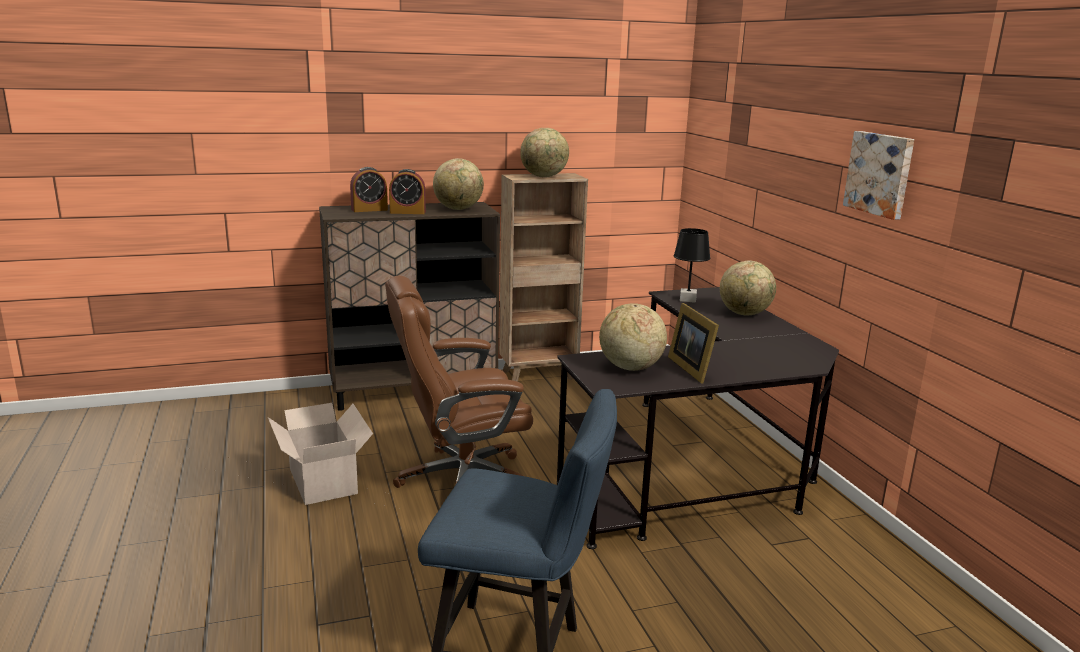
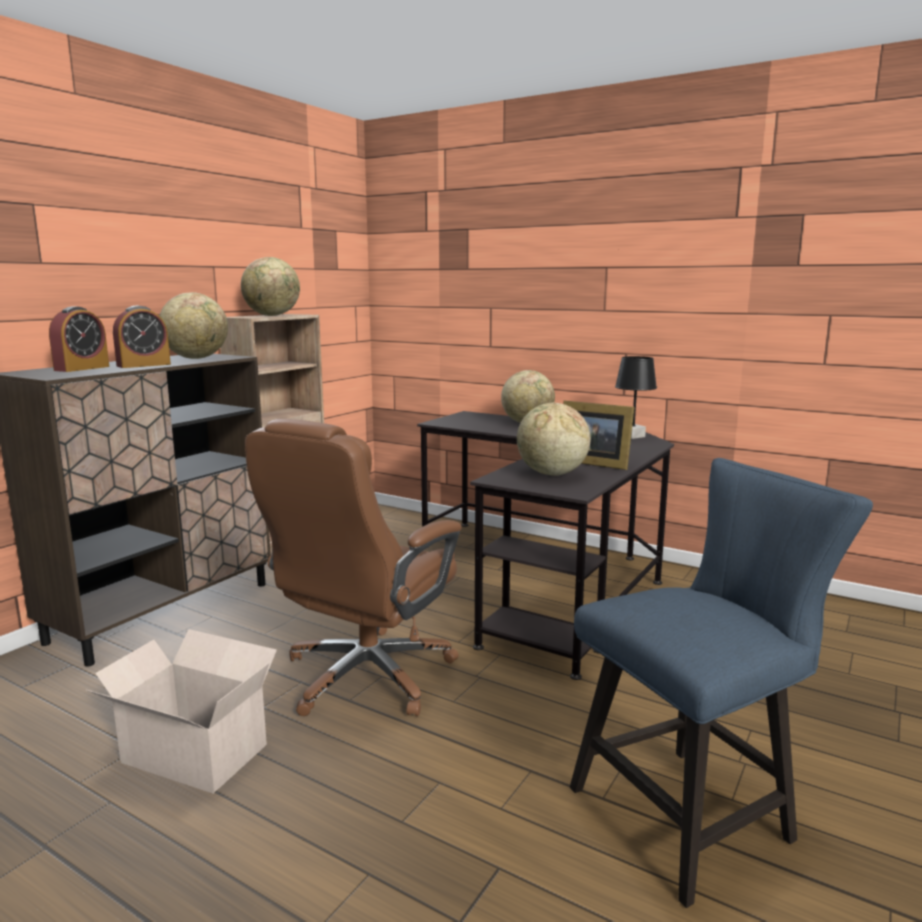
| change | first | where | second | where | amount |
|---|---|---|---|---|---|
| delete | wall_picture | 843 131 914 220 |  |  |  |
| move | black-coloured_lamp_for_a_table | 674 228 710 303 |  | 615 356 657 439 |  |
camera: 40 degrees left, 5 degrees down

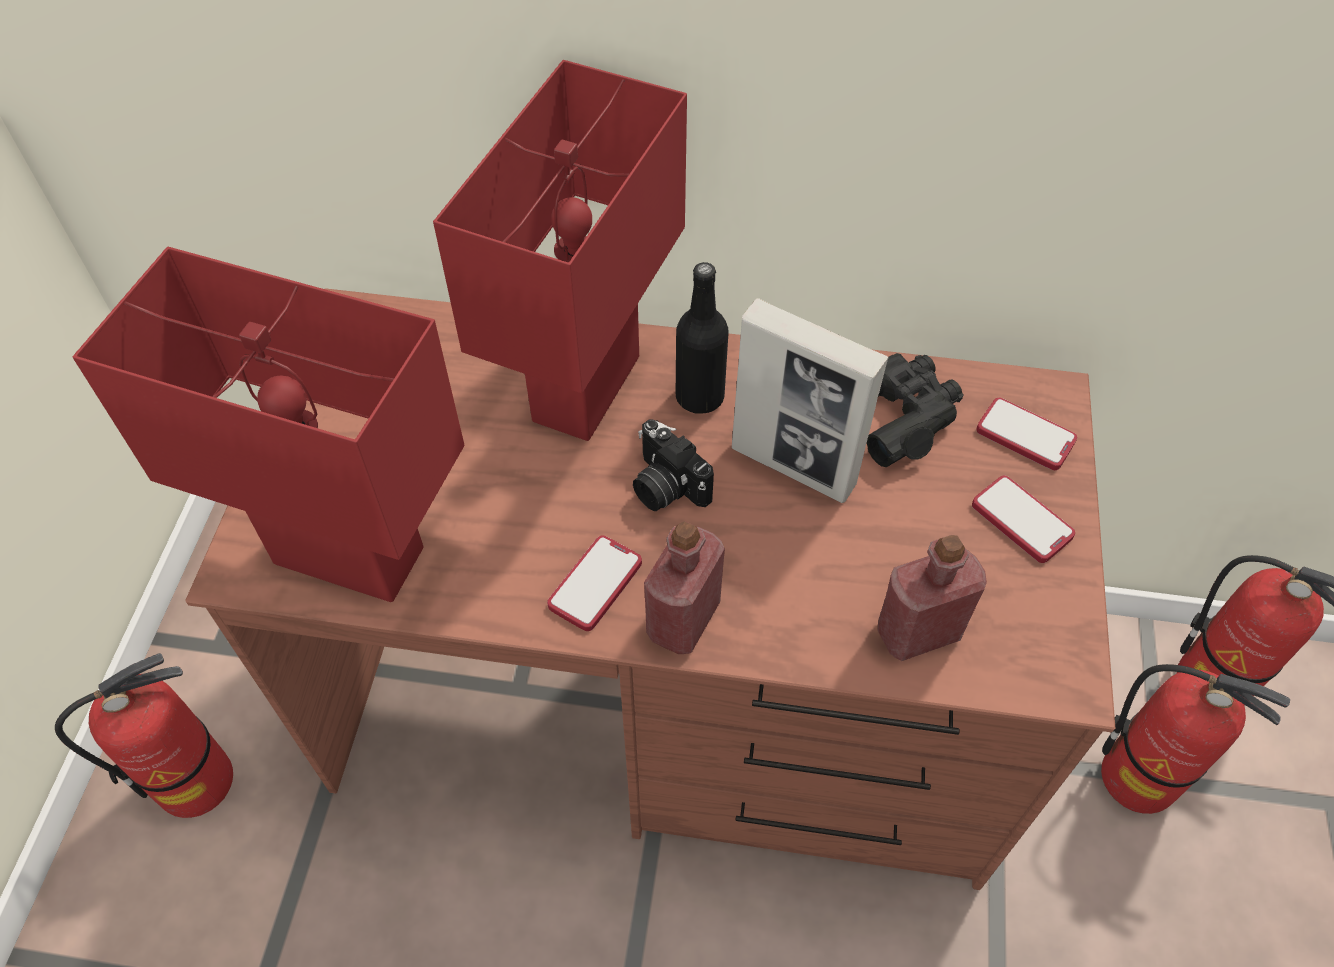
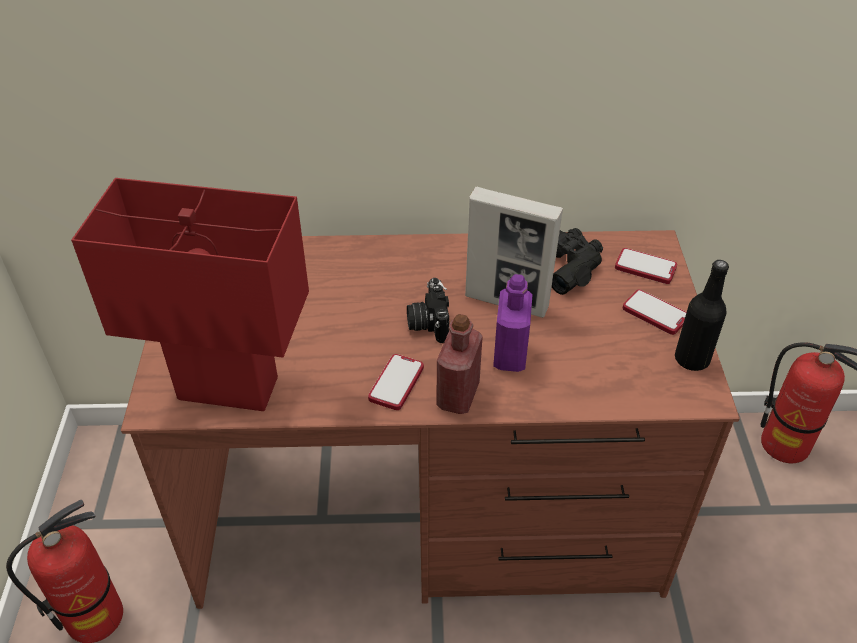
| change | first | where | second | where | amount |
|---|---|---|---|---|---|
| delete | reddish_lamp_for_a_table | 433 60 687 441 |  |  |  |
| delete | reddish_drink_bottle | 877 535 987 661 |  |  |  |
| delete | fire_extinguisher | 1101 664 1290 814 |  |  |  |
| insert |  |  | purple_drink_bottle | 493 274 533 372 |  |
| move | black-coloured_drink_bottle | 676 262 729 414 |  | 675 260 729 371 |  |
| rotate | still_camera | 633 419 714 511 |  | 407 278 449 343 | 45 degrees clockwise |
camera: 10 degrees left, 10 degrees down

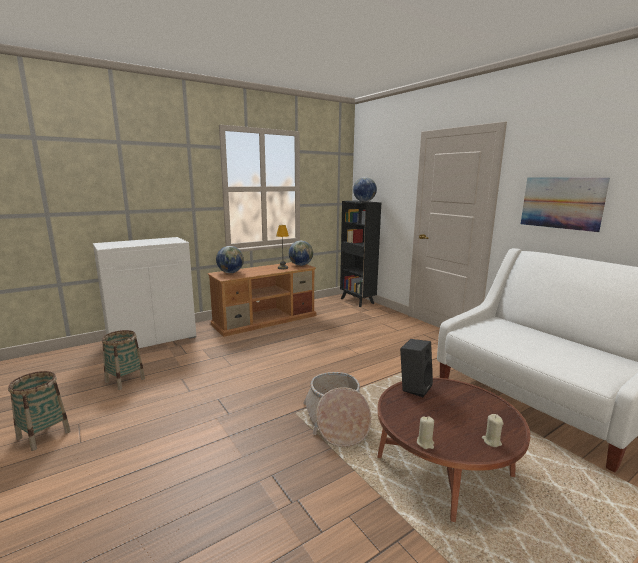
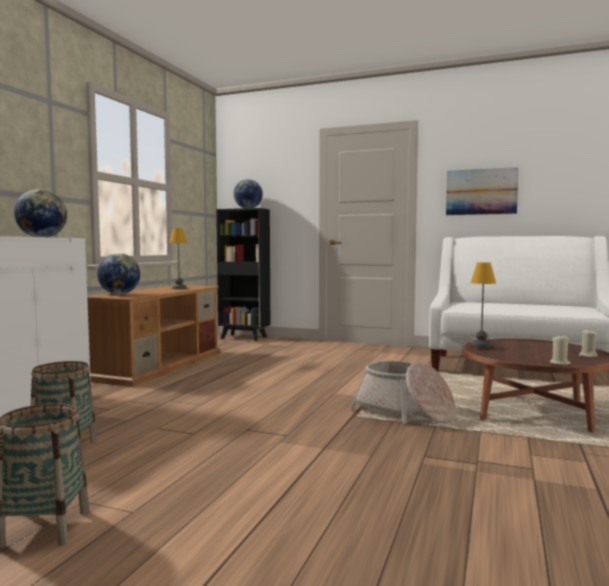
| change | first | where | second | where | amount |
|---|---|---|---|---|---|
| move | globe | 289 241 313 266 |  | 14 189 67 237 |  |
| replace | black-coloured_audio_speaker | 400 339 433 397 | lamp_for_a_table | 471 262 496 348 |  |
camera: 35 degrees left, 10 degrees down

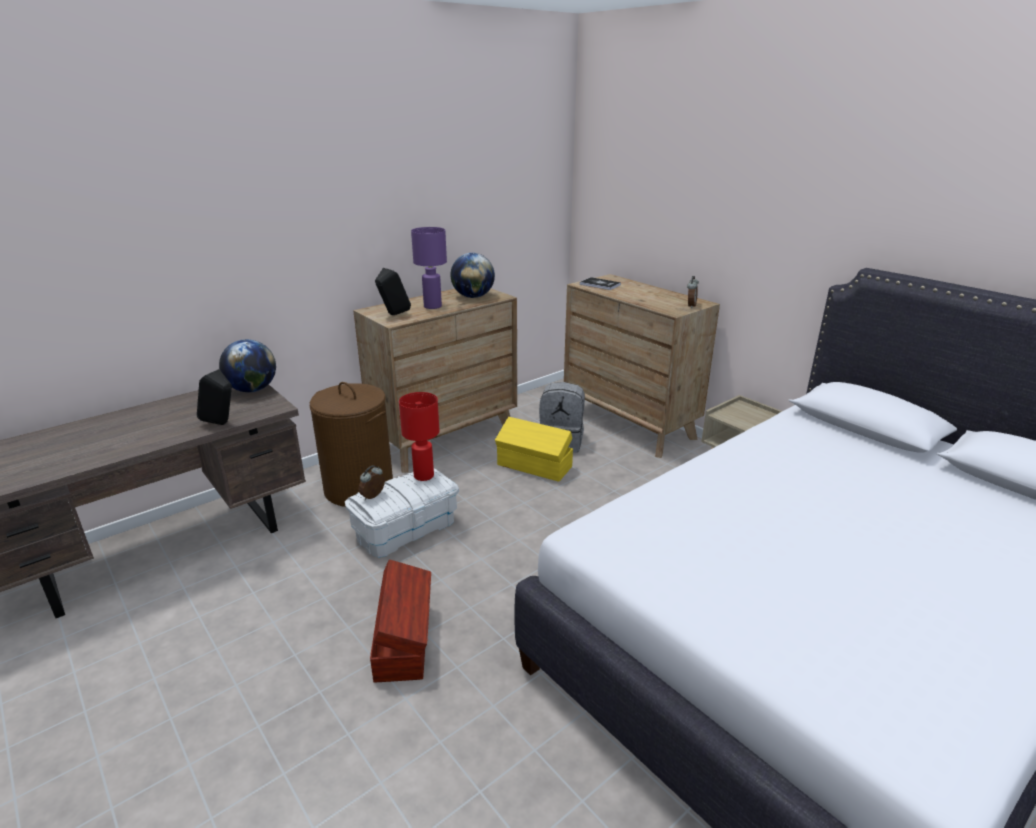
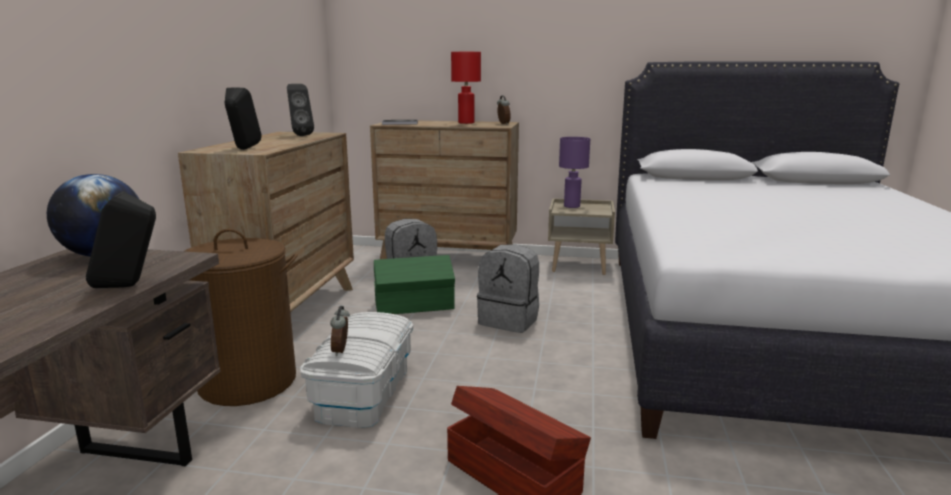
| change | first | where | second | where | amount |
|---|---|---|---|---|---|
| insert |  |  | greyish_knapsack | 477 244 539 333 |  |
| move | reddish_lamp_for_a_table | 399 392 439 481 |  | 451 52 481 124 |  |
| move | purple_lamp_for_a_table | 411 227 447 309 |  | 559 137 590 208 |  |
| replace | globe | 451 253 495 298 | black-coloured_audio_speaker | 287 84 314 136 |  |
| recolor | yellow-coloured_storage_bin | 495 417 573 482 | green-coloured_storage_bin | 374 255 455 314 |  |
camera: 40 degrees left, 10 degrees down

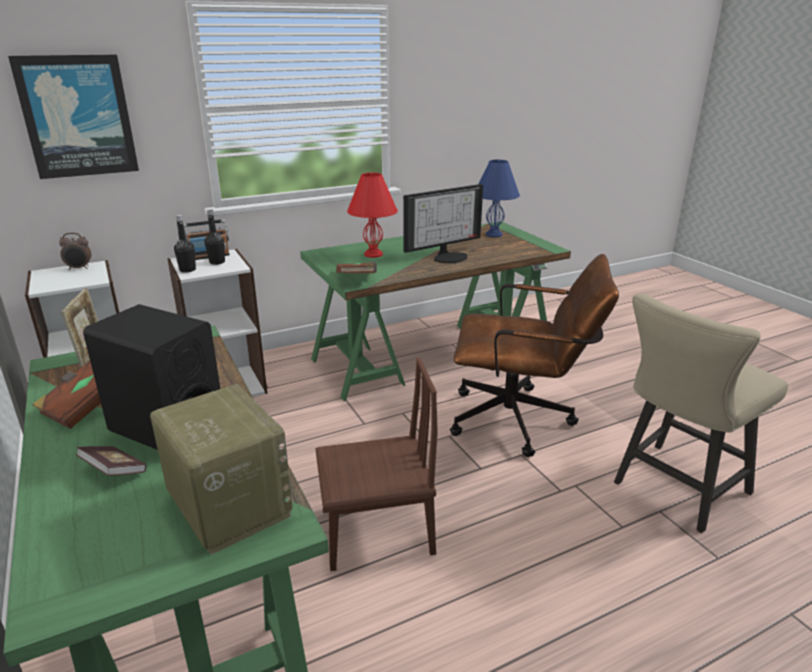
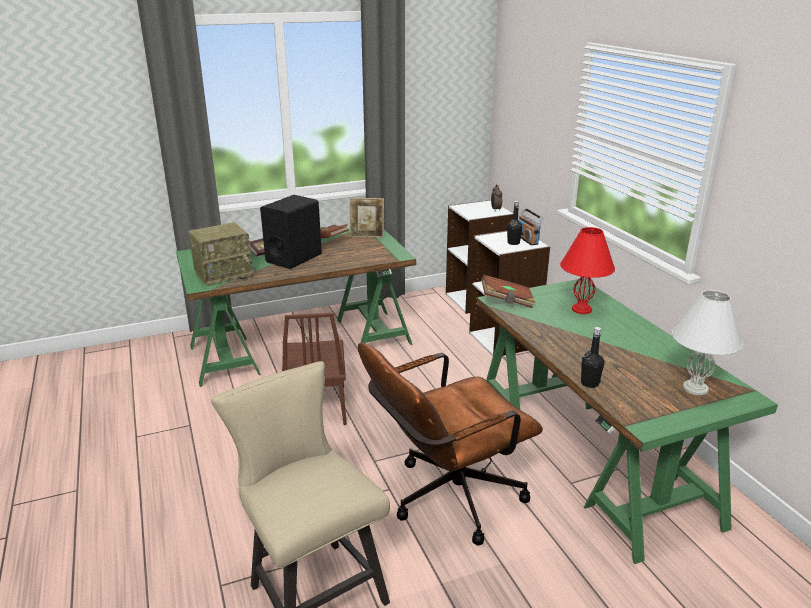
| change | first | where | second | where | amount |
|---|---|---|---|---|---|
| delete | wall_picture | 8 55 139 179 |  |  |  |
| delete | computer_screen | 403 184 483 263 |  |  |  |
| move | black-coloured_drink_bottle | 174 215 196 272 |  | 581 327 604 388 |  |
| recolor | bluish_lamp_for_a_table | 479 160 520 237 | whitish_lamp_for_a_table | 672 290 743 395 |  |
| rotate | brownish_computer_chair | 450 254 619 457 |  | 358 343 543 545 | 45 degrees clockwise |
camera: 95 degrees right, 0 degrees up

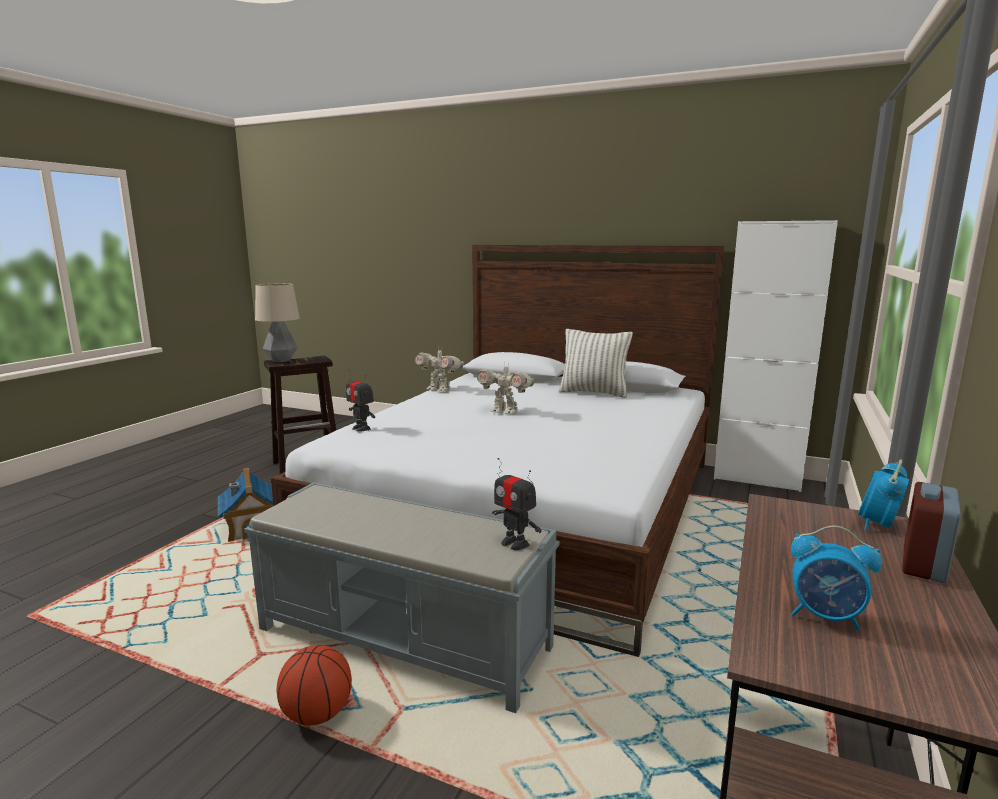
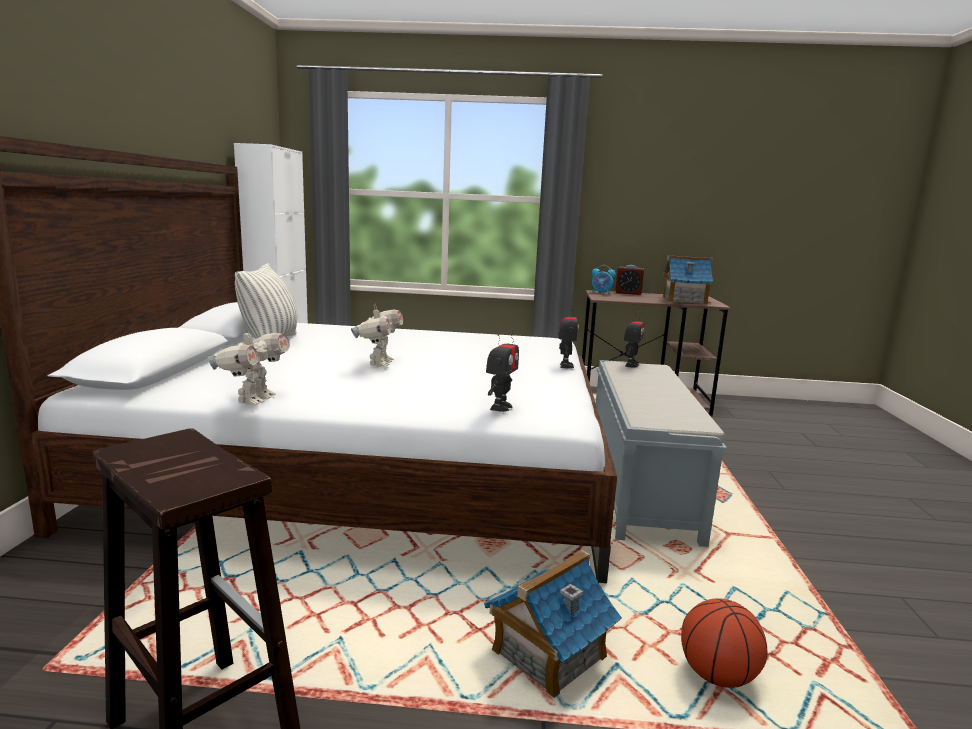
| change | first | where | second | where | amount |
|---|---|---|---|---|---|
| delete | lamp_for_a_table | 255 283 300 362 |  |  |  |
| insert |  |  | toy_robot | 559 306 579 369 |  |
| move | basketball | 277 645 352 726 |  | 681 598 767 688 |  |
| replace | table_clock | 791 526 882 631 | toy_house | 663 255 713 305 |  |
camera: 110 degrees left, 0 degrees up

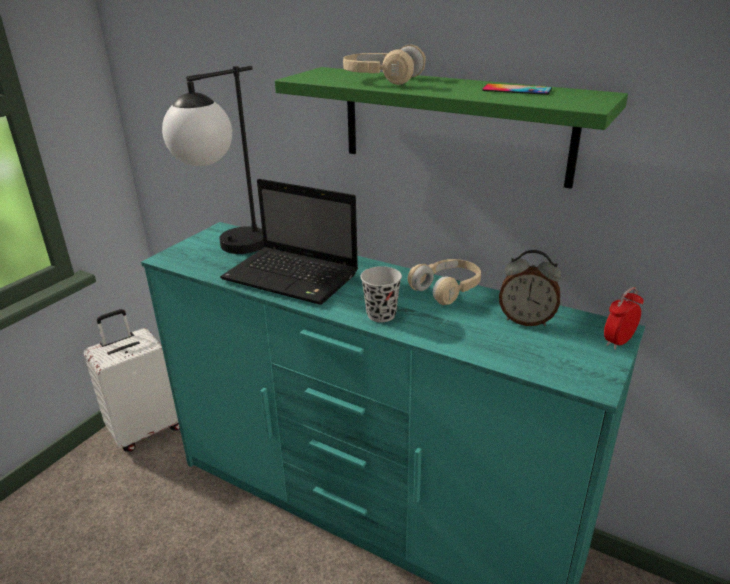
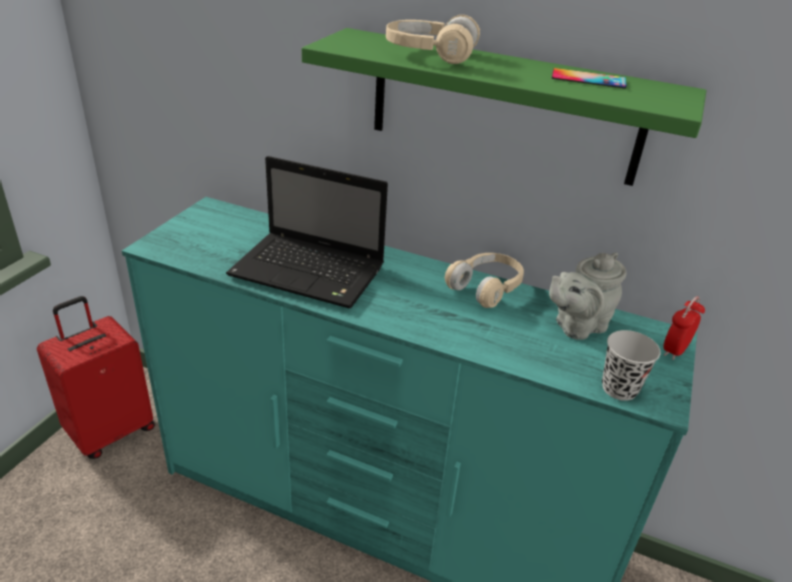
| change | first | where | second | where | amount |
|---|---|---|---|---|---|
| delete | lamp_for_a_table | 162 66 264 254 |  |  |  |
| move | black-coloured_small_cup | 360 266 402 322 |  | 602 330 661 401 |  |
| replace | table_clock | 499 250 561 326 | greyish_tea_pot | 549 252 627 340 |  |
| recolor | whitish_suitcase | 84 309 180 451 | reddish_suitcase | 37 296 155 459 |  |
camera: 10 degrees left, 5 degrees up

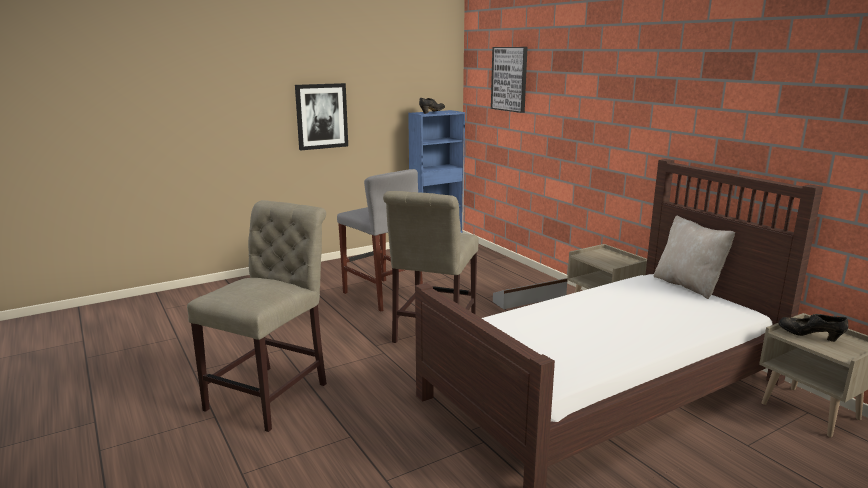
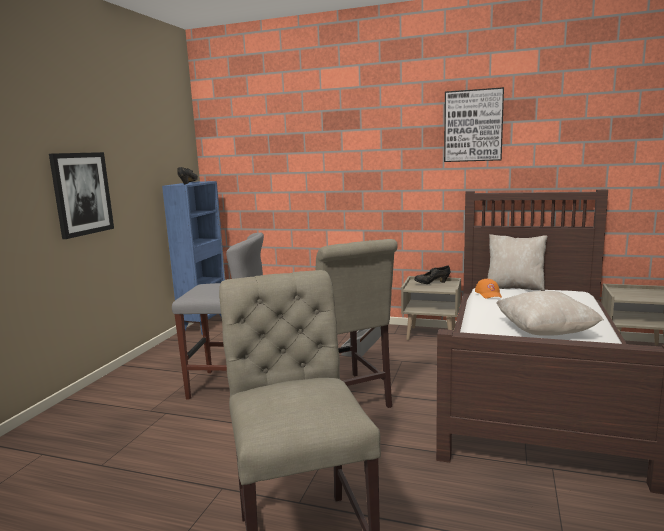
| change | first | where | second | where | amount |
|---|---|---|---|---|---|
| insert |  |  | orange-coloured_cap | 475 279 502 299 |  |
| insert |  |  | beige-coloured_throw_pillow | 496 291 604 336 |  |
| move | wall_picture | 491 47 528 113 |  | 444 87 504 162 |  |
| move | black-coloured_low_shoe | 778 314 848 342 |  | 414 265 450 284 |  |
camera: 40 degrees left, 5 degrees down

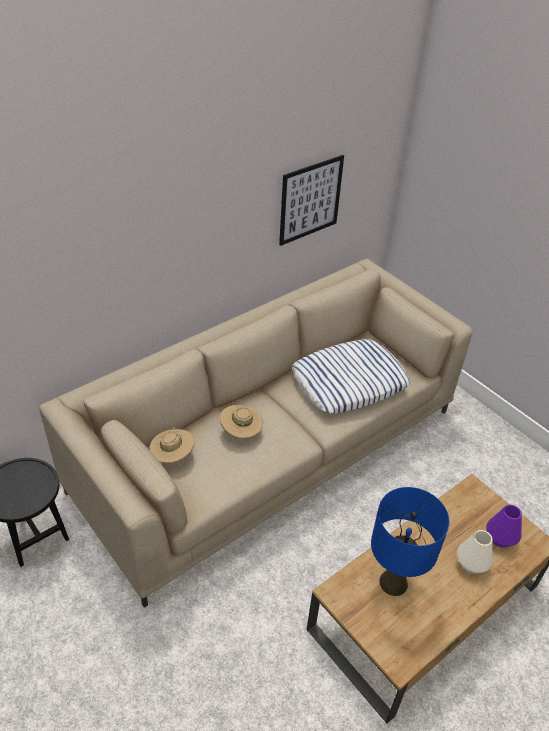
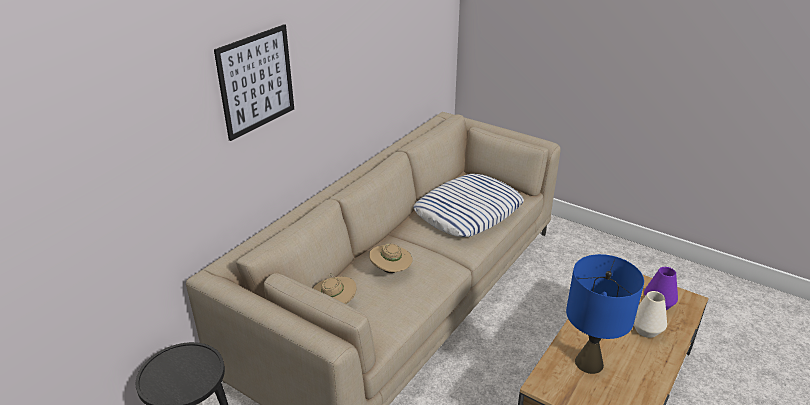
| change | first | where | second | where | amount |
|---|---|---|---|---|---|
| move | wall_picture | 279 155 344 246 |  | 214 24 294 141 |  |
camera: 15 degrees left, 10 degrees down

